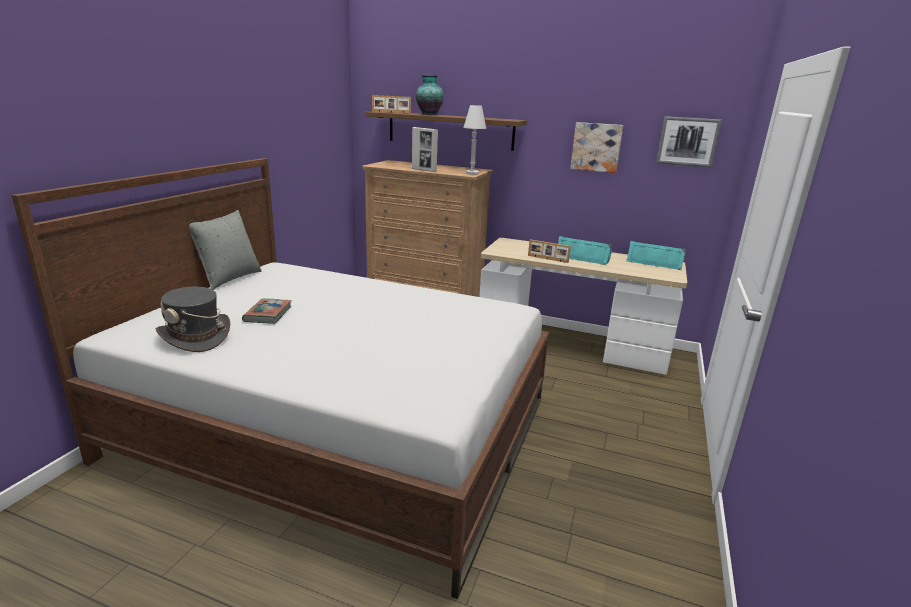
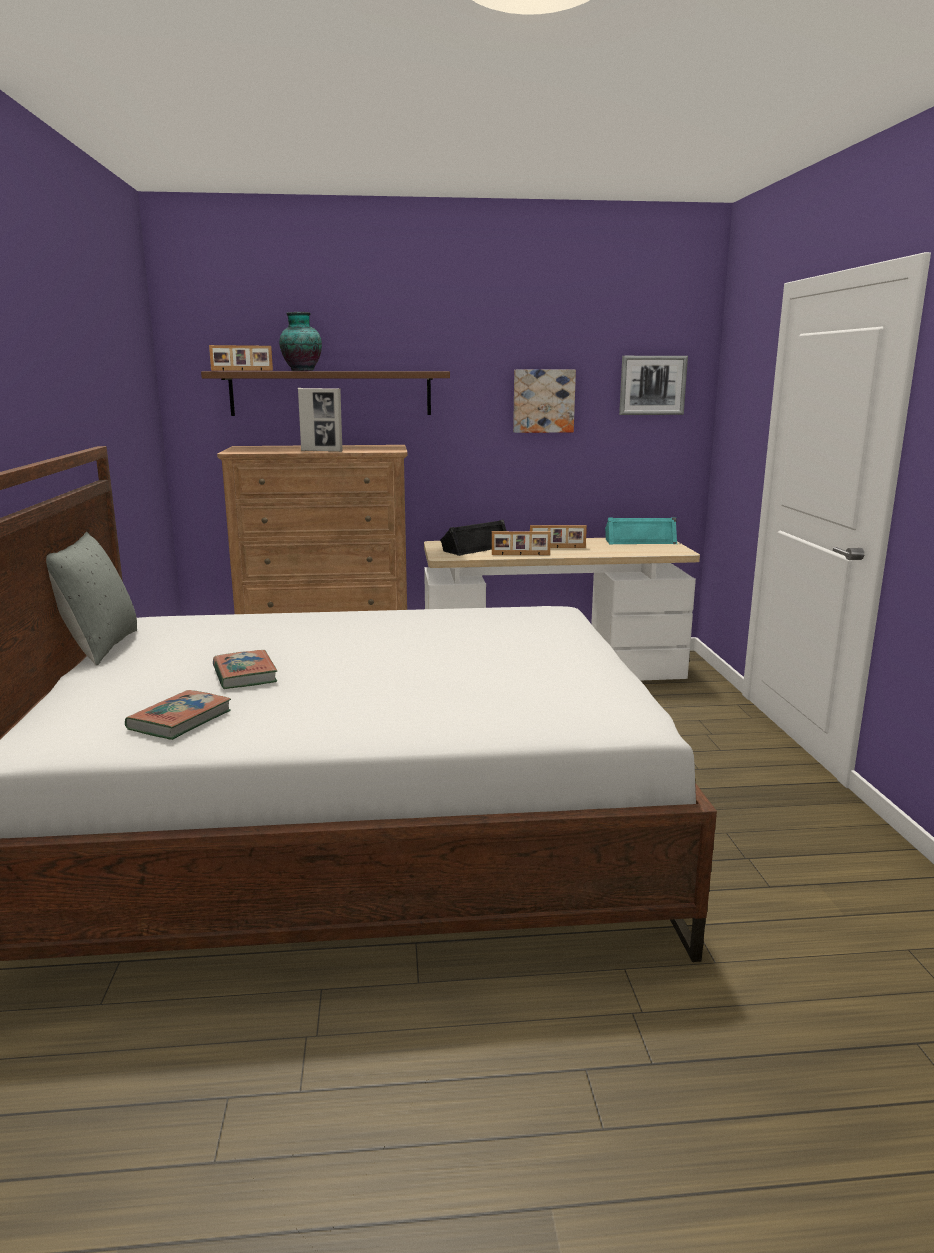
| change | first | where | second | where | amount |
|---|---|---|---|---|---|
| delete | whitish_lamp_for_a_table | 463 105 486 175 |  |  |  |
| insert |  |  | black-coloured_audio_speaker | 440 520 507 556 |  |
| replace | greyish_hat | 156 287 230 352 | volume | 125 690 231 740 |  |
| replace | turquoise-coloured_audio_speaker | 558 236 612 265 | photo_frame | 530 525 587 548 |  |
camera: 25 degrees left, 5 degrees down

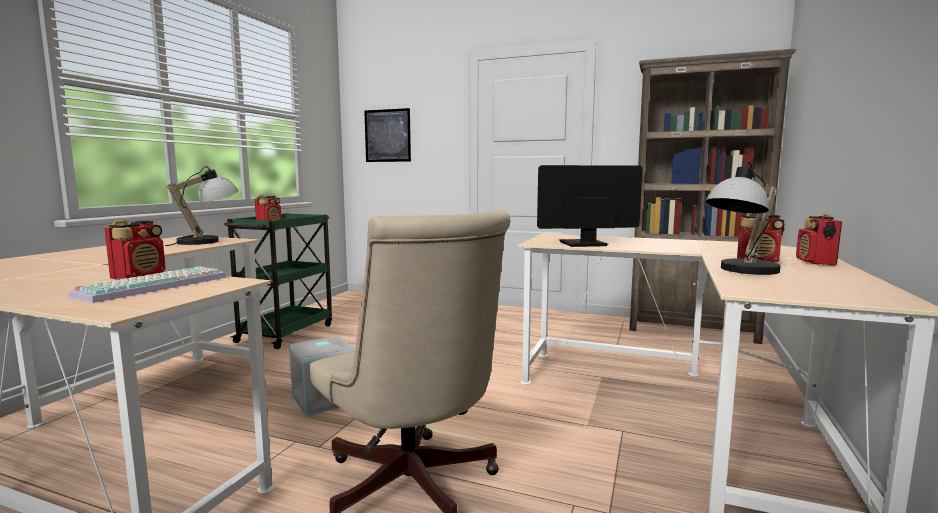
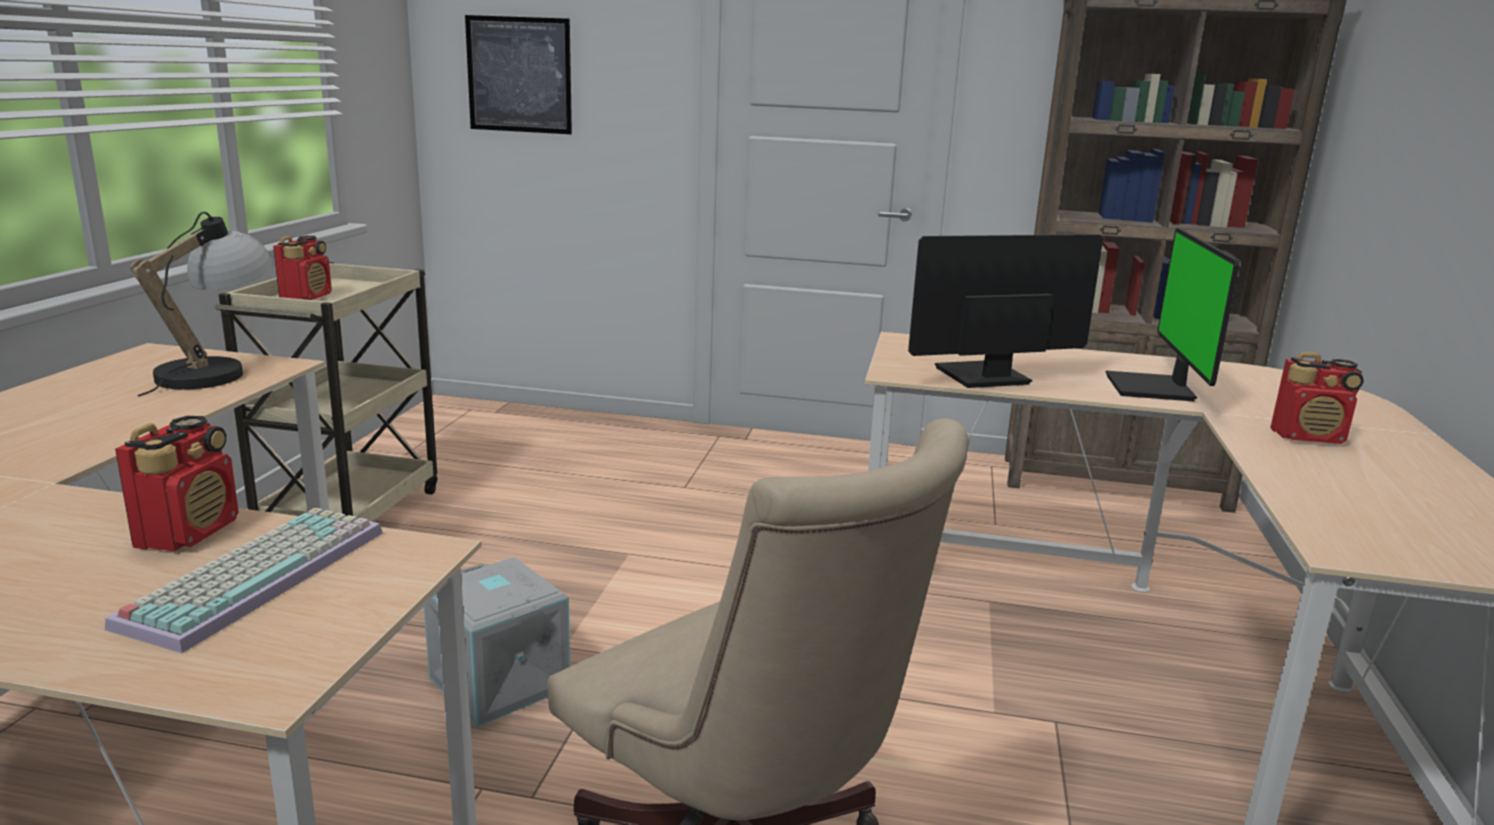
| change | first | where | second | where | amount |
|---|---|---|---|---|---|
| delete | lamp_for_a_table | 705 162 781 275 |  |  |  |
| delete | radio_set | 796 213 842 266 |  |  |  |
| insert |  |  | computer_screen | 1106 228 1239 401 |  |
| recolor | green-coloured_cart | 224 213 332 349 | beige-coloured_cart | 215 262 438 522 |  |
camera: 10 degrees left, 10 degrees up

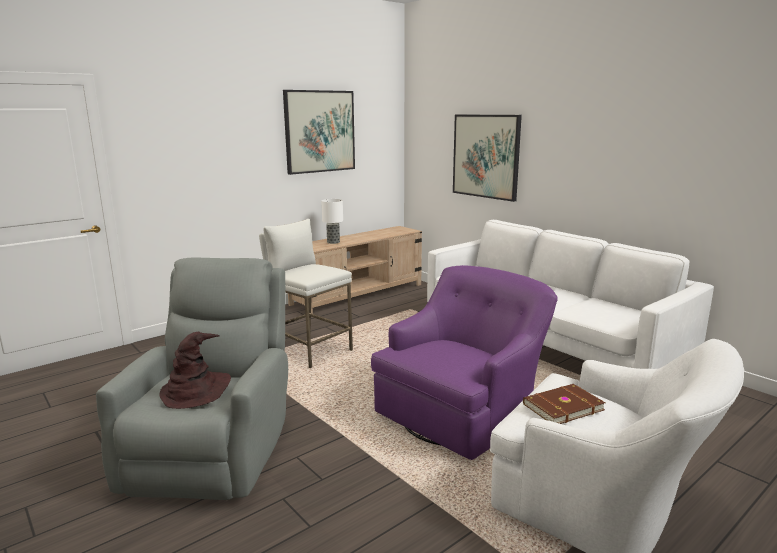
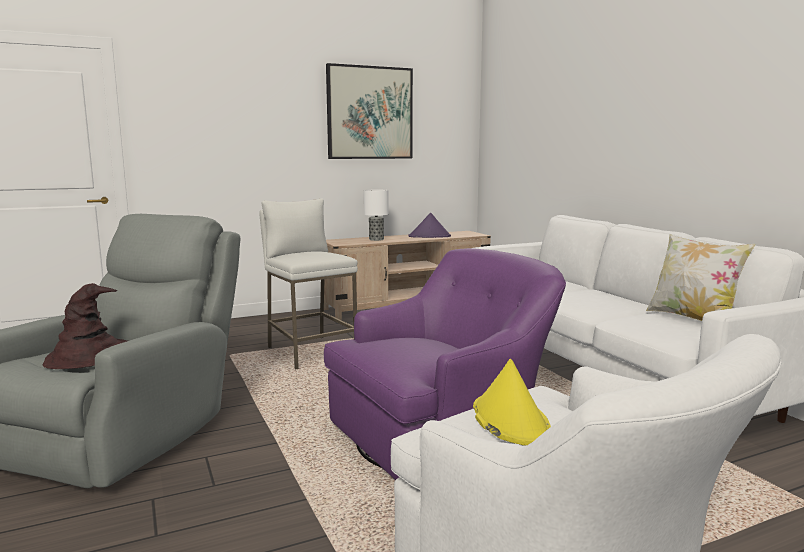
| change | first | where | second | where | amount |
|---|---|---|---|---|---|
| delete | wall_picture | 453 115 522 202 |  |  |  |
| insert |  |  | purple_hat | 408 213 451 238 |  |
| insert |  |  | throw_pillow | 646 234 755 321 |  |
| replace | brownish_volume | 523 384 606 424 | yellow-coloured_hat | 473 358 551 445 |  |
camera: 15 degrees right, 5 degrees down

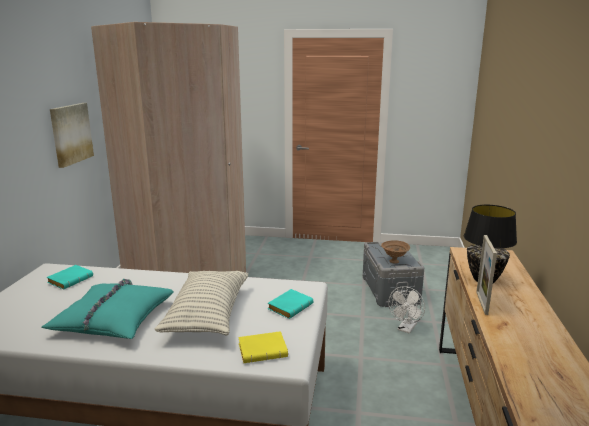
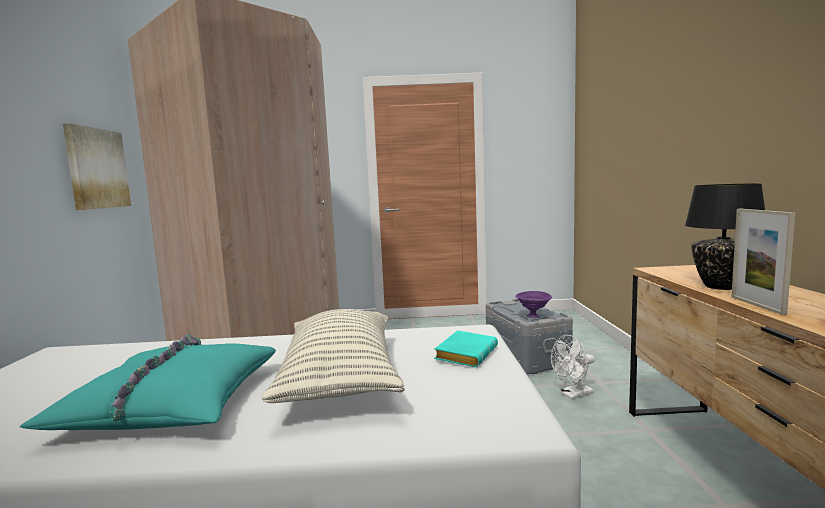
| change | first | where | second | where | amount |
|---|---|---|---|---|---|
| delete | turquoise-coloured_volume | 46 265 93 290 |  |  |  |
| delete | yellow-coloured_volume | 238 331 288 363 |  |  |  |
| recolor | brownish_bowl | 381 240 410 264 | purple_bowl | 515 291 552 318 |  |
| rotate | whitish_fan | 388 286 425 334 |  | 551 335 595 399 | 45 degrees clockwise |
camera: 10 degrees left, 10 degrees down

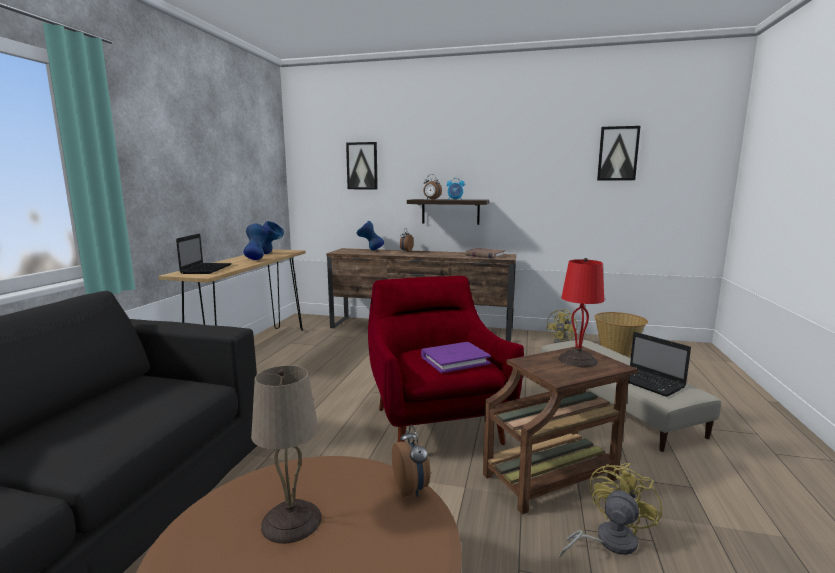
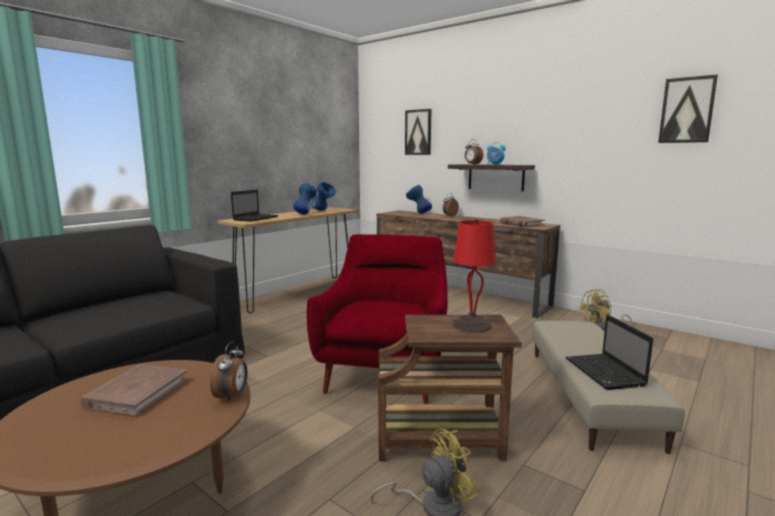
| change | first | where | second | where | amount |
|---|---|---|---|---|---|
| delete | purple_volume | 421 342 491 373 |  |  |  |
| delete | basket | 594 312 648 357 |  |  |  |
| replace | beige-coloured_lamp_for_a_table | 251 366 322 544 | brownish_volume | 81 364 188 417 |  |
camera: 25 degrees right, 0 degrees up

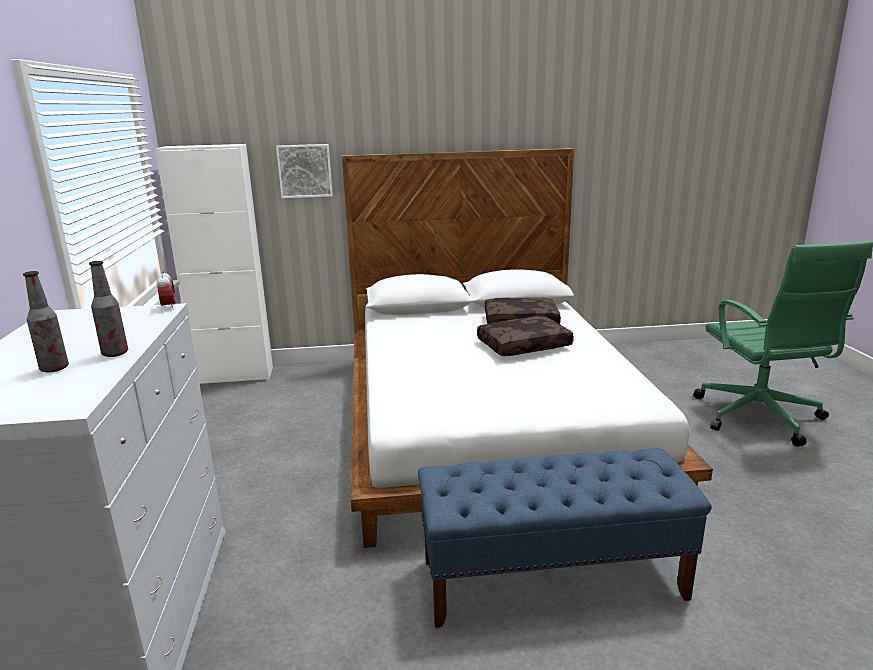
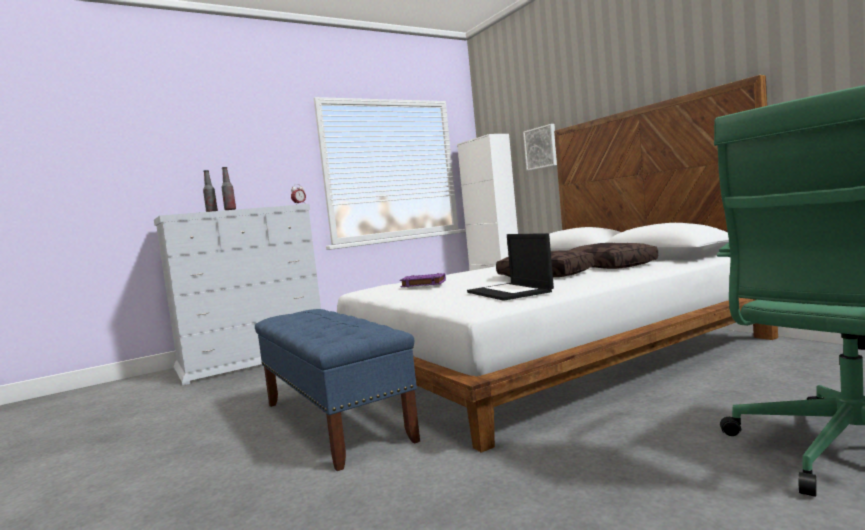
| change | first | where | second | where | amount |
|---|---|---|---|---|---|
| insert |  |  | purple_volume | 400 273 446 287 |  |
| insert |  |  | notebook_computer | 467 233 554 301 |  |
camera: 65 degrees right, 15 degrees down

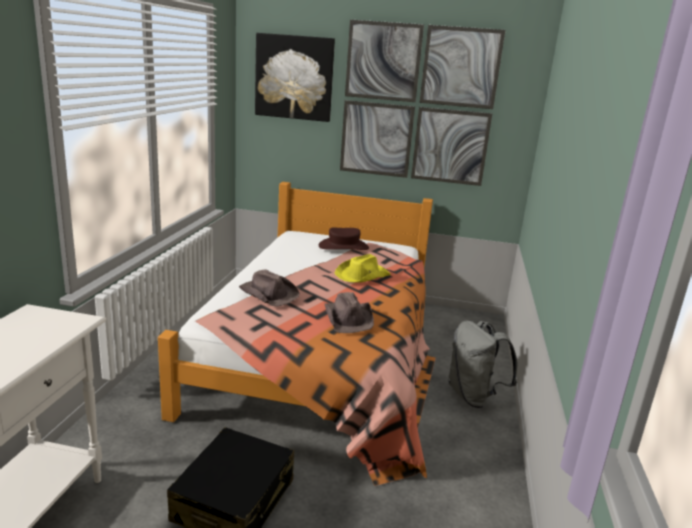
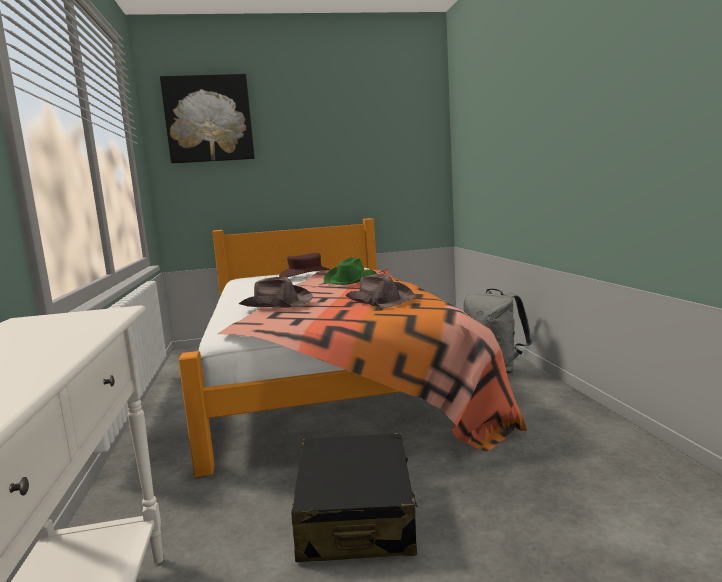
| change | first | where | second | where | amount |
|---|---|---|---|---|---|
| delete | wall_picture | 340 20 505 186 |  |  |  |
| recolor | yellow-coloured_hat | 335 254 391 283 | green-coloured_hat | 323 257 377 285 |  |
camera: 20 degrees left, 10 degrees down

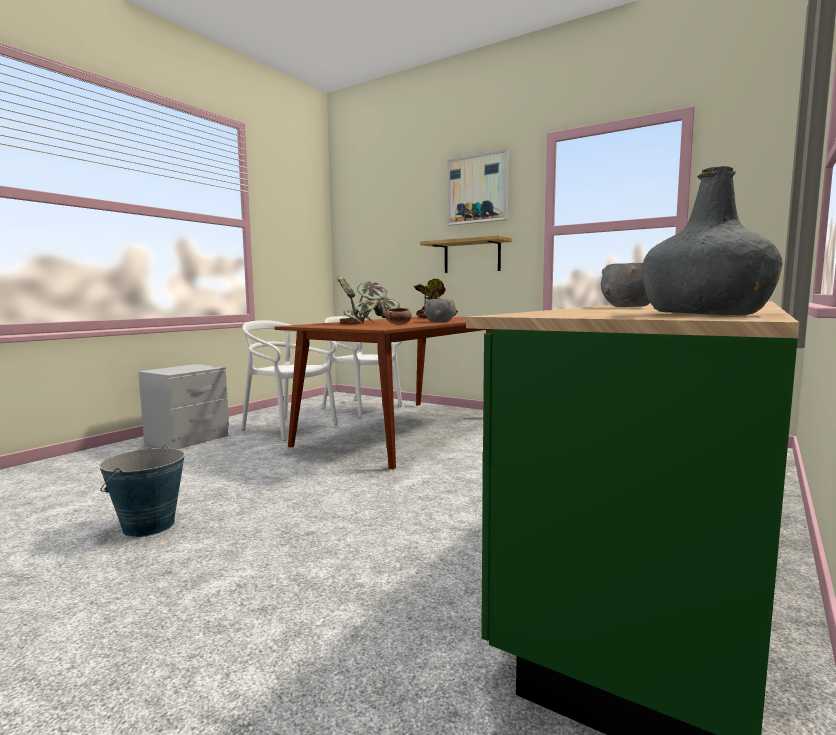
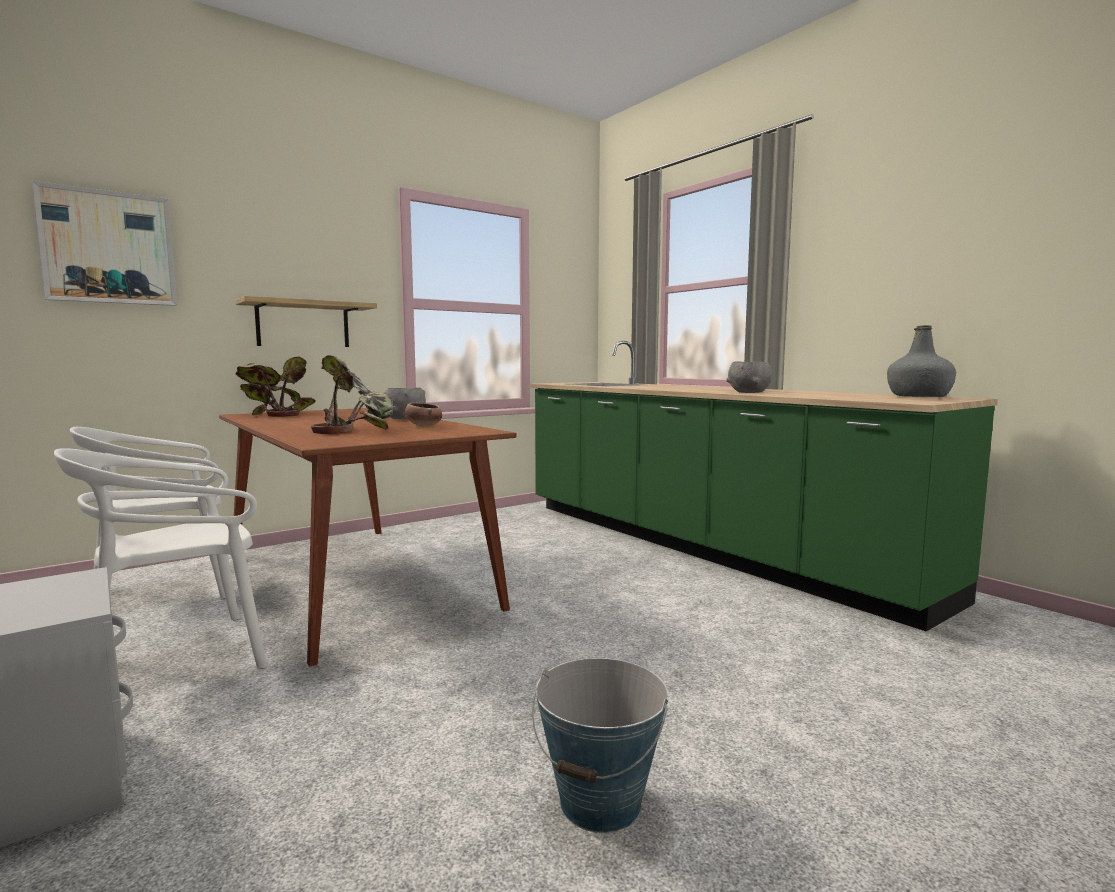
| change | first | where | second | where | amount |
|---|---|---|---|---|---|
| move | wall_picture | 447 149 509 226 |  | 32 181 177 306 |  |
camera: 70 degrees left, 0 degrees up

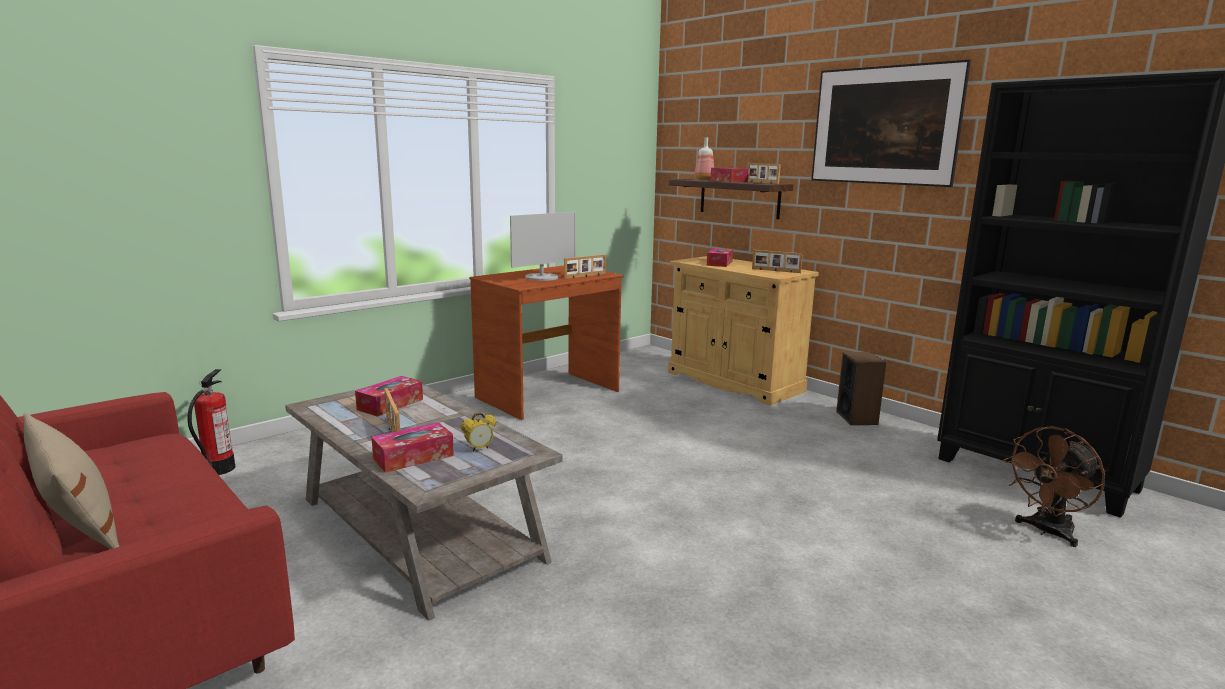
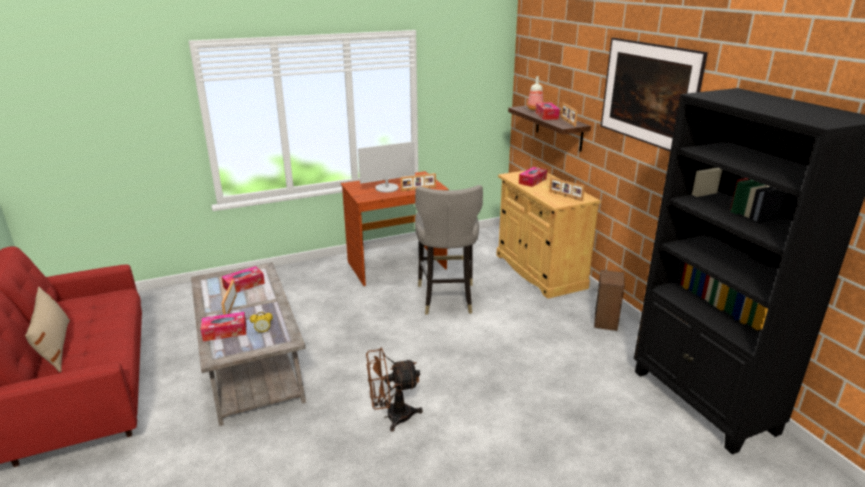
| change | first | where | second | where | amount |
|---|---|---|---|---|---|
| delete | fire_extinguisher | 188 369 235 475 |  |  |  |
| insert |  |  | greyish_sitting_stool | 415 185 483 315 |  |
| move | brownish_fan | 1003 426 1105 547 |  | 366 348 423 432 |  |
camera: 20 degrees right, 10 degrees up

